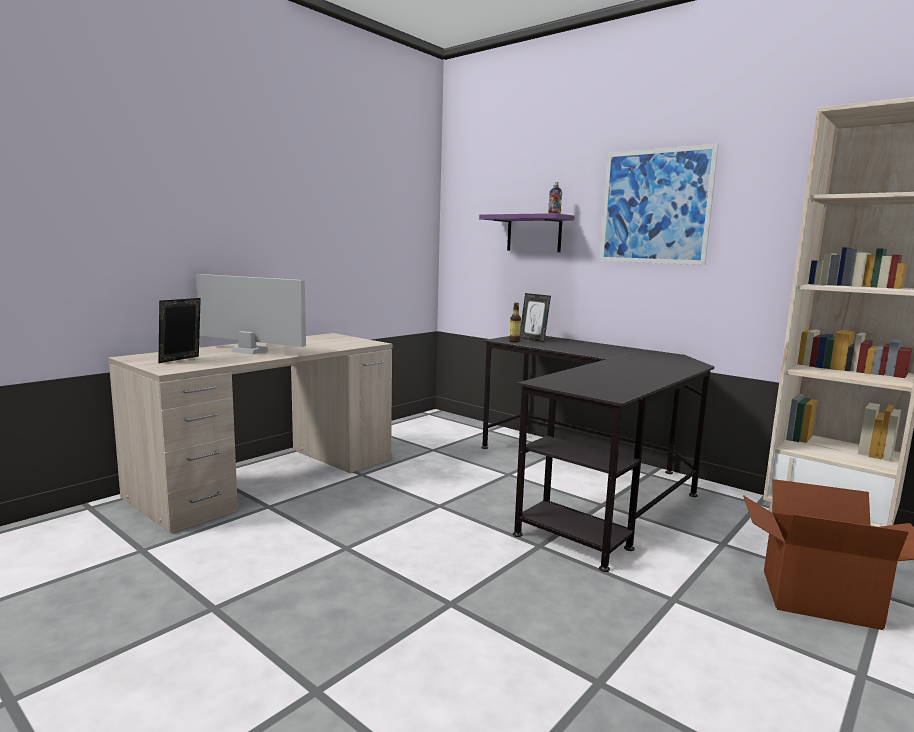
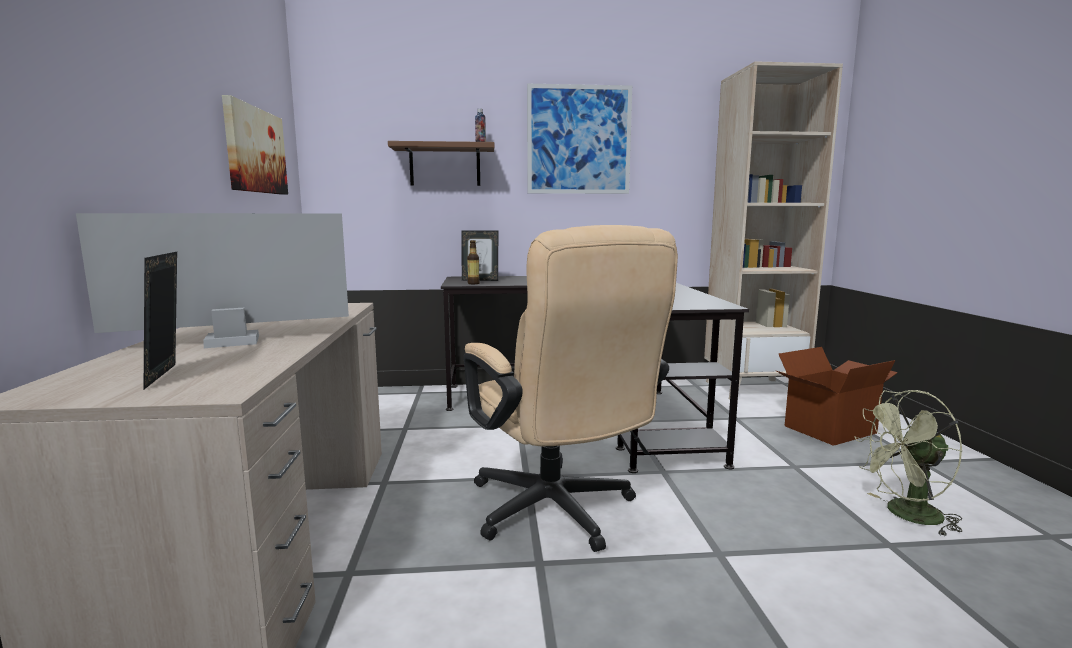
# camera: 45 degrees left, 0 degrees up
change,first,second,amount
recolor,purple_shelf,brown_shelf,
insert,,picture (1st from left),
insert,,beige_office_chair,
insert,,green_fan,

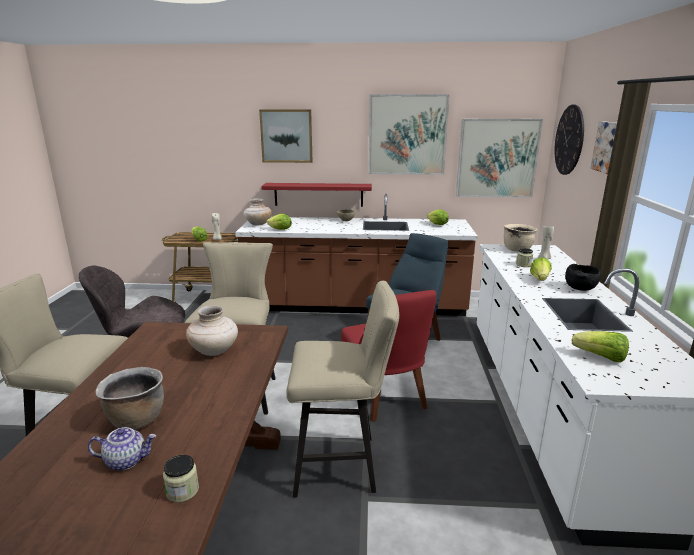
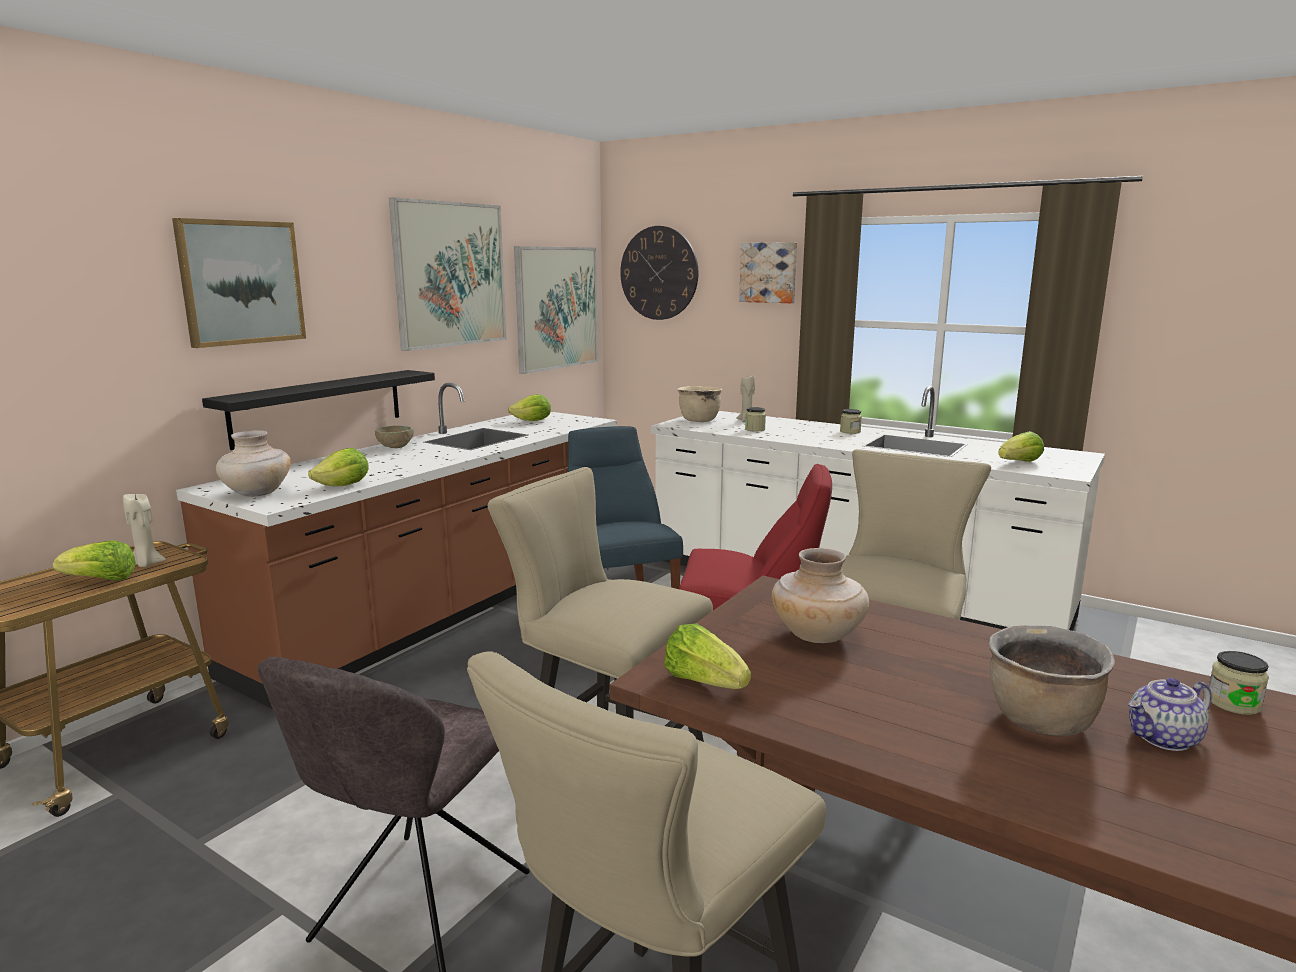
# camera: 60 degrees left, 5 degrees down
change,first,second,amount
recolor,red_shelf,black_shelf,
move,lettuce (4th from left),,
replace,black_bowl,jar (2nd from left),
rotate,teapot,,135 degrees counterclockwise

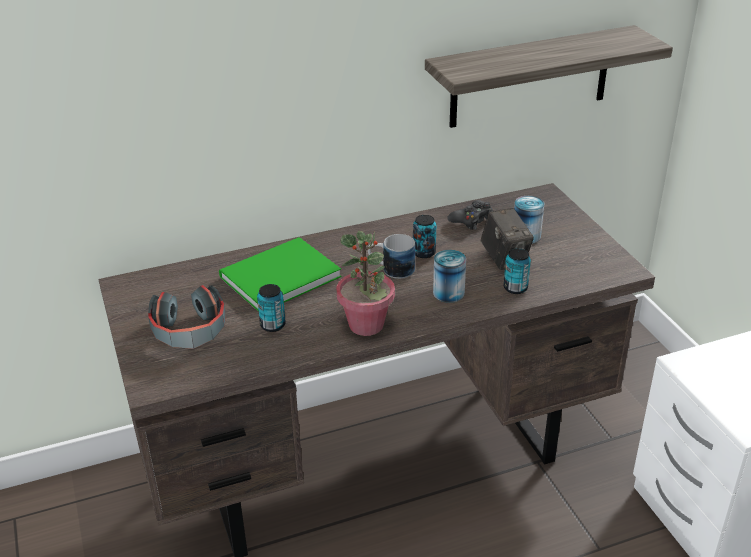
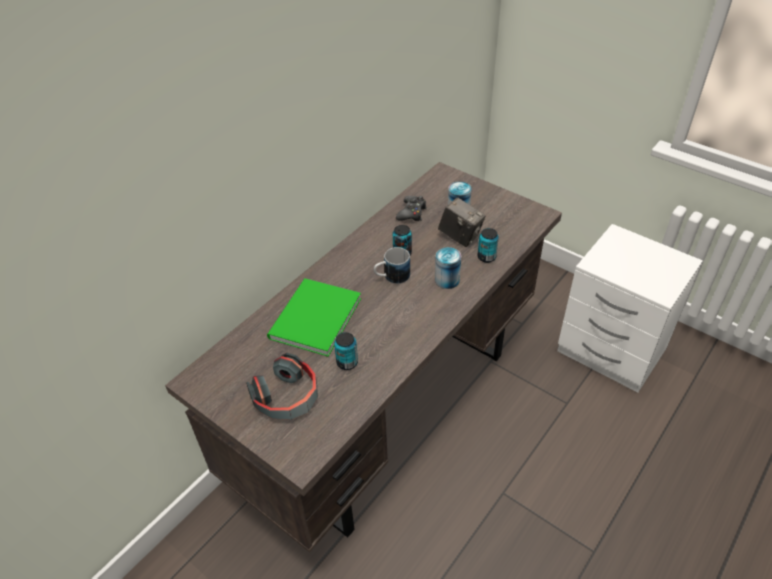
# camera: 30 degrees left, 10 degrees up
change,first,second,amount
delete,shelf,,
delete,potted_plant,,

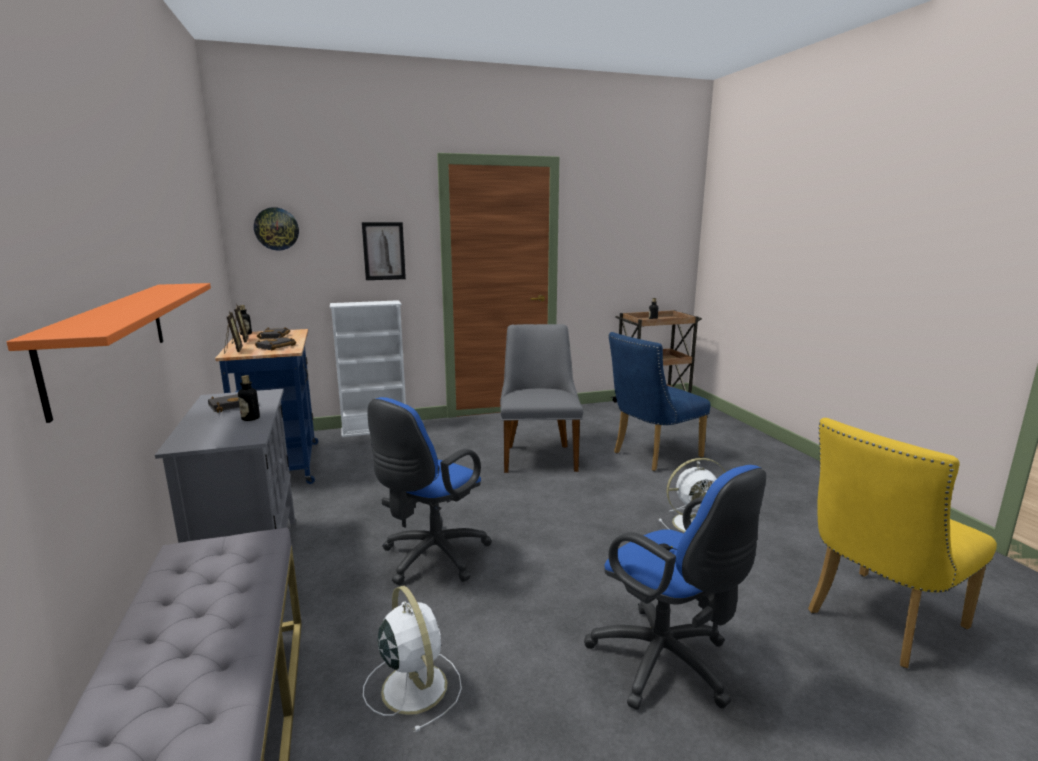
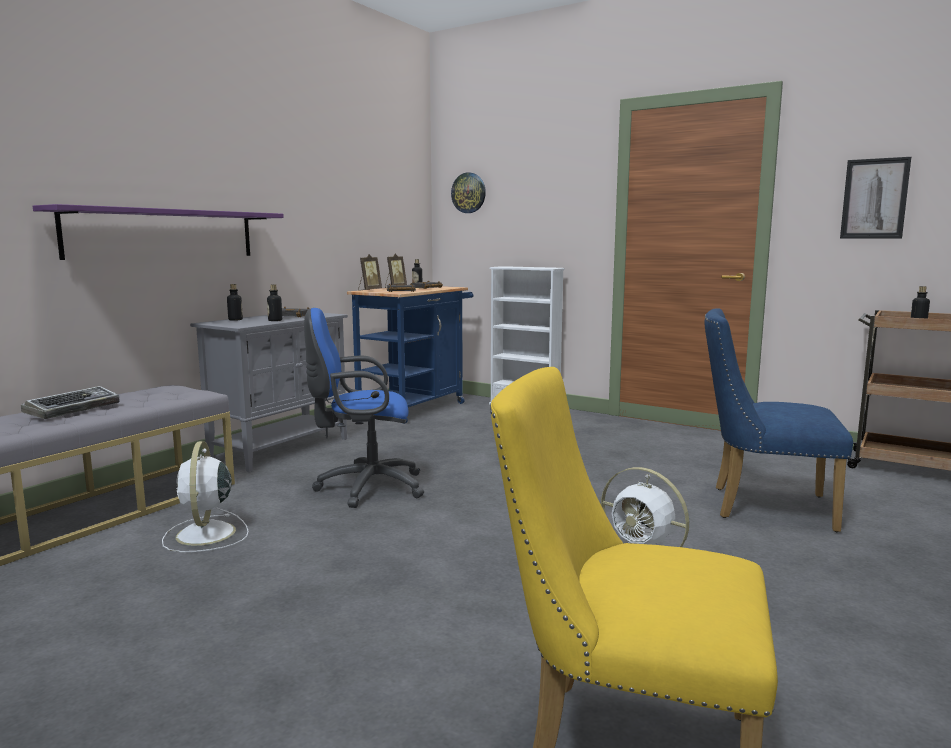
# camera: 50 degrees right, 5 degrees down
change,first,second,amount
move,picture,,
recolor,orange_shelf,purple_shelf,
delete,grey_chair,,
delete,blue_office_chair (2nd from left),,
rotate,white_fan (1st from left),,150 degrees clockwise
insert,,bottle (1st from left),
insert,,keyboard,

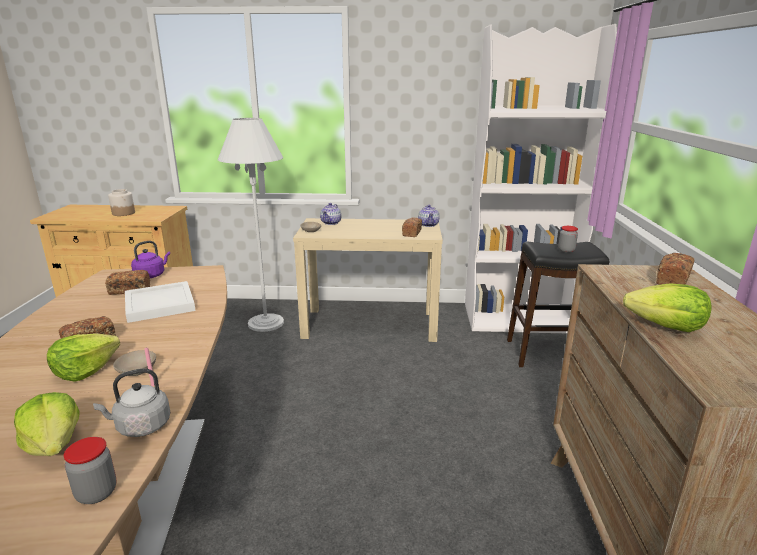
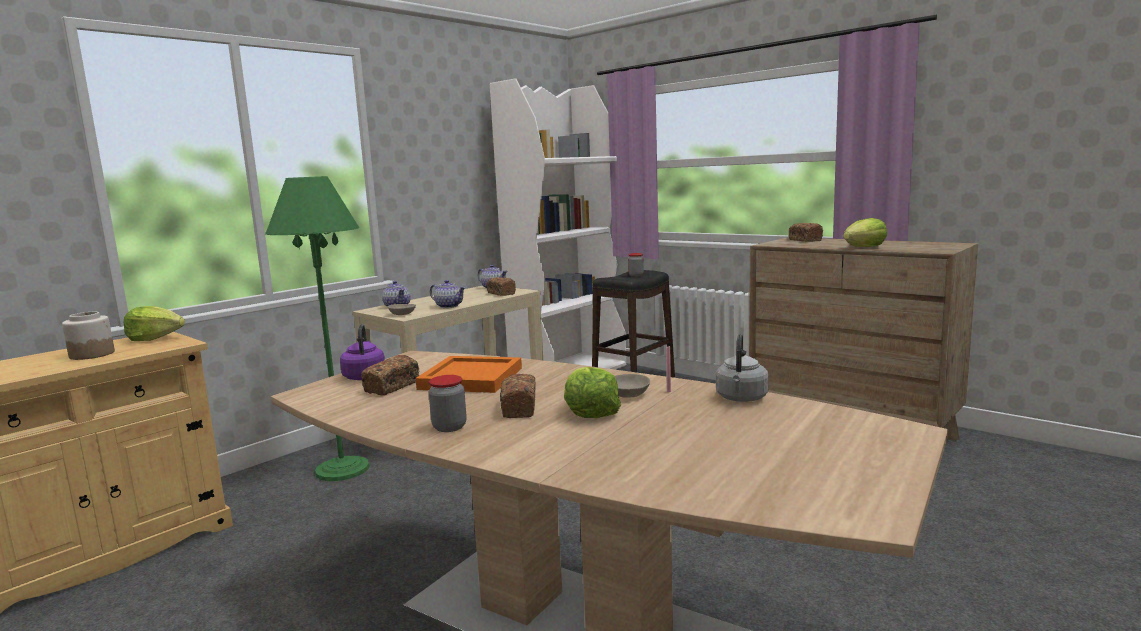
# camera: 50 degrees left, 10 degrees down
change,first,second,amount
recolor,white_floor_lamp,green_floor_lamp,
recolor,white_tray,orange_tray,
move,lettuce (1st from left),,
move,jar (1st from left in the first image),jar (2nd from left),
insert,,teapot (2nd from left),

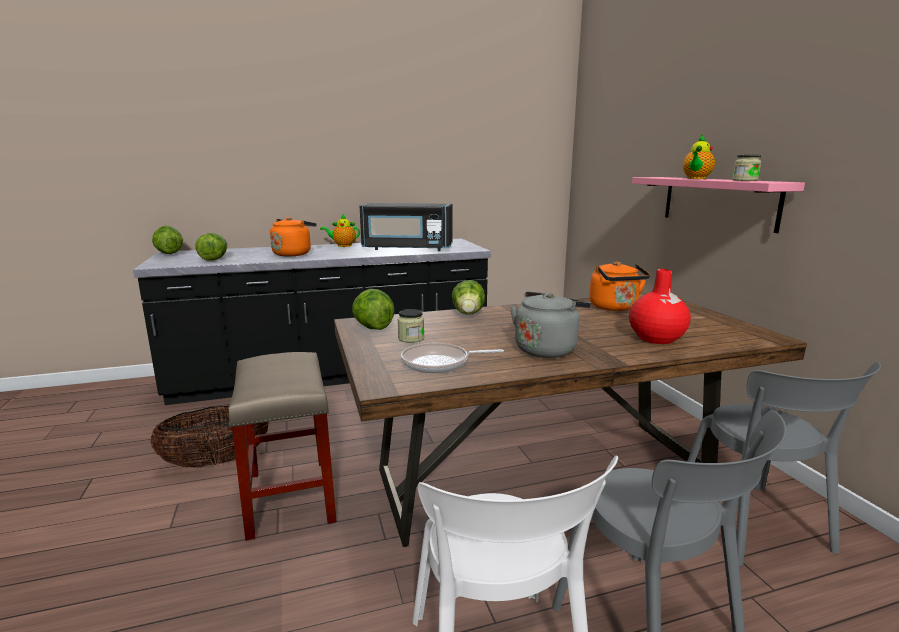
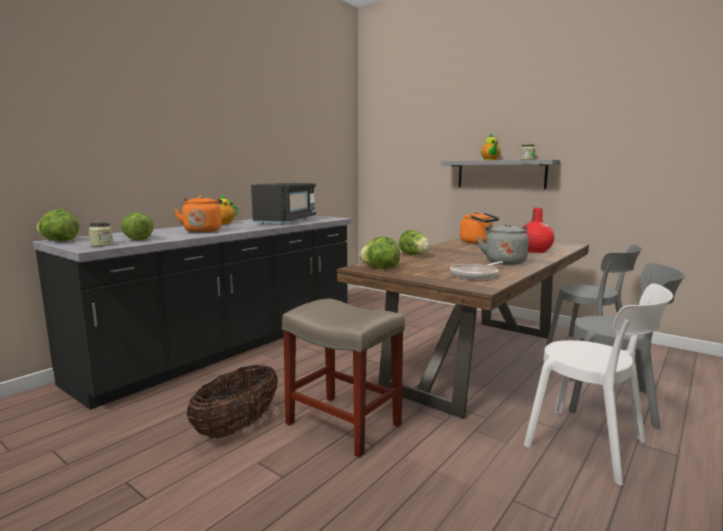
# camera: 35 degrees left, 5 degrees down
change,first,second,amount
recolor,pink_shelf,grey_shelf,
rotate,black_microwave,,45 degrees counterclockwise
move,jar (1st from left),,

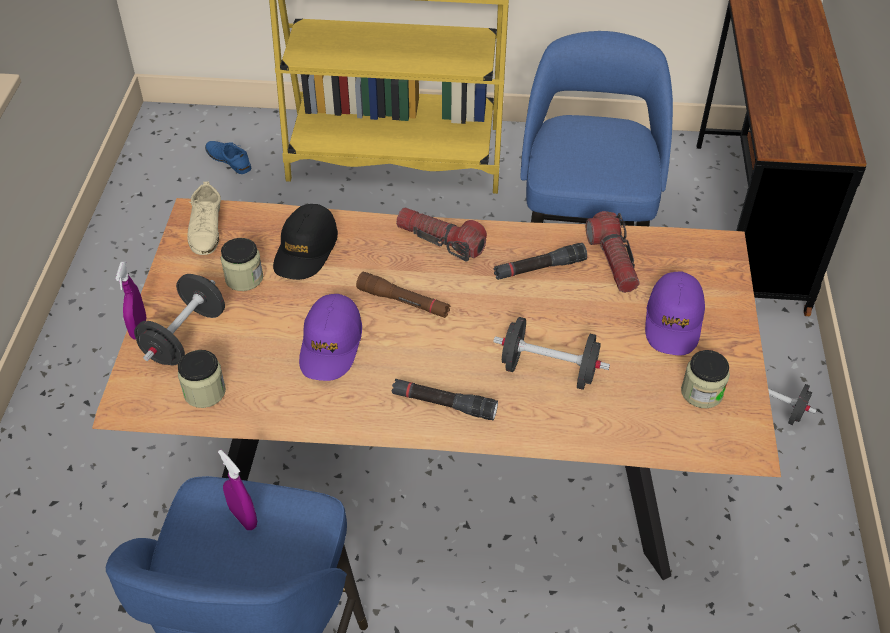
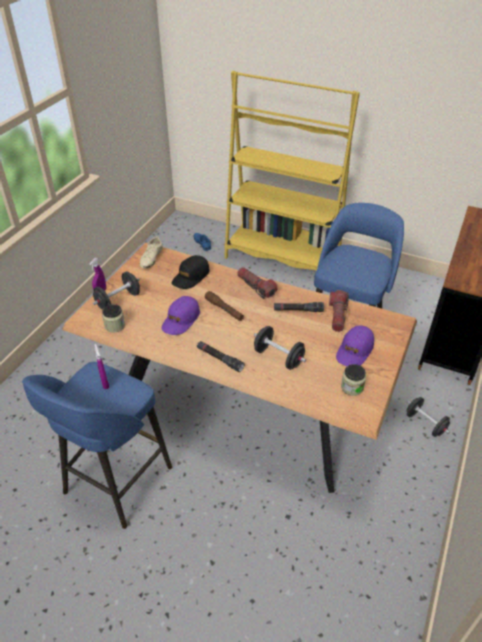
# camera: 20 degrees right, 5 degrees down
change,first,second,amount
delete,jar (2nd from left),,

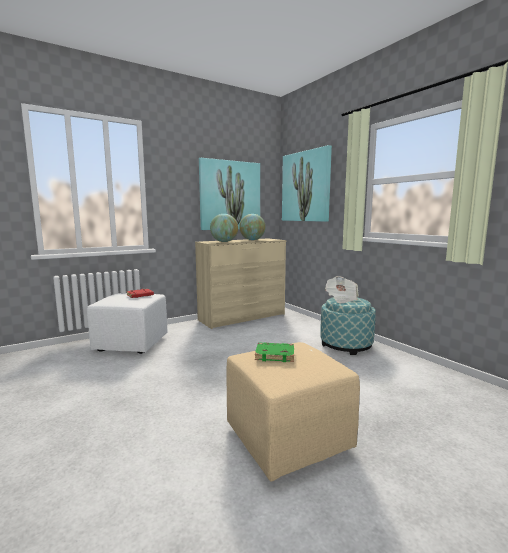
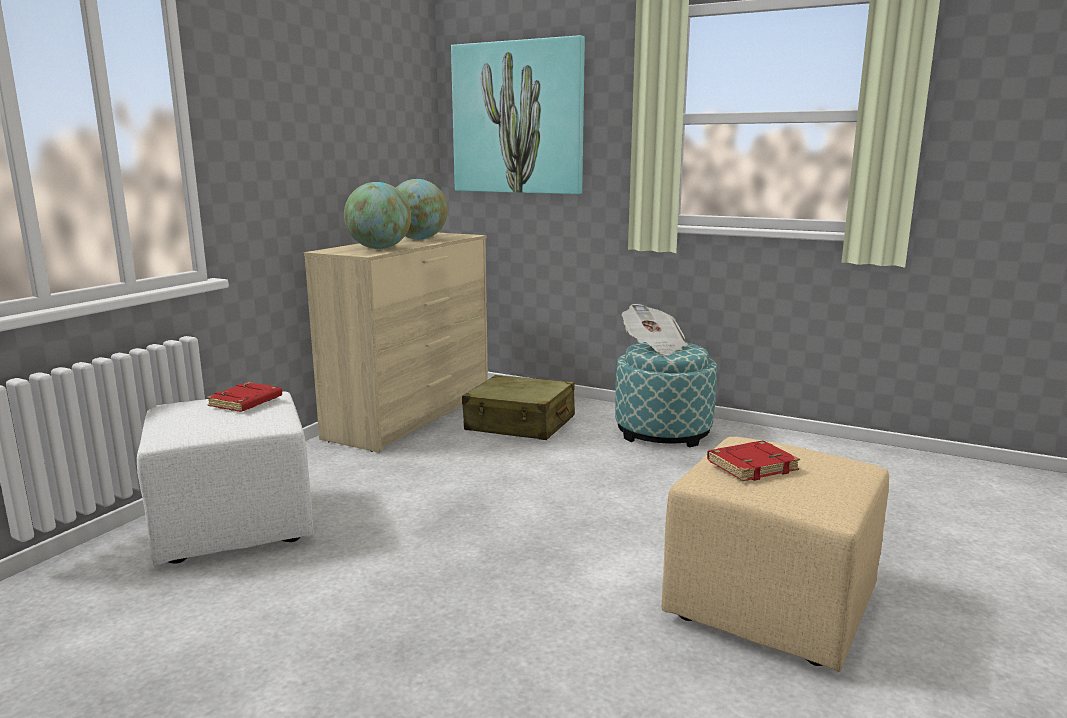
# camera: 30 degrees left, 5 degrees up
change,first,second,amount
delete,picture (1st from left),,
recolor,green_book,red_book (2nd from left),
insert,,beige_suitcase,

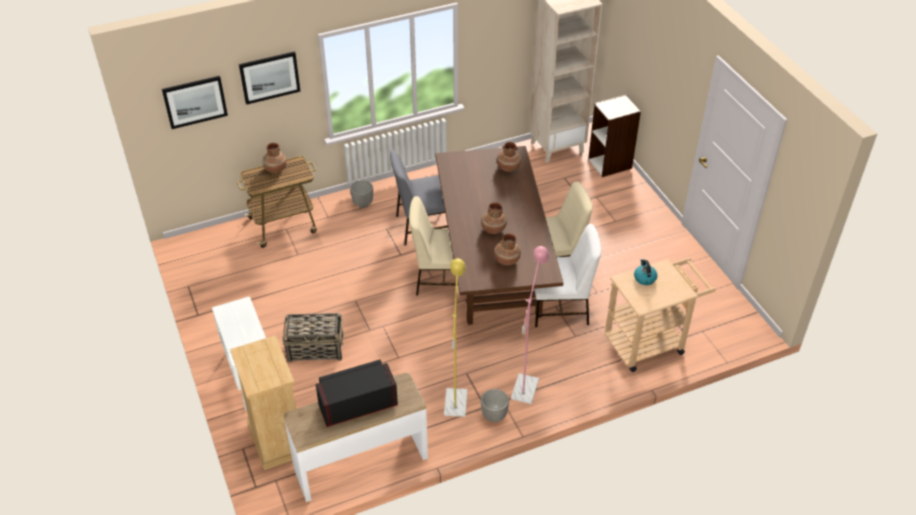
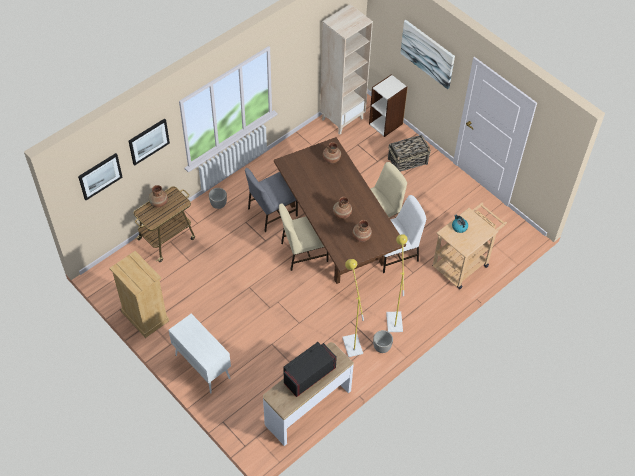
# camera: 20 degrees left, 10 degrees up
change,first,second,amount
recolor,pink_floor_lamp,yellow_floor_lamp (2nd from left),
move,basket,,
move,beige_dresser,,
insert,,picture (3rd from left),

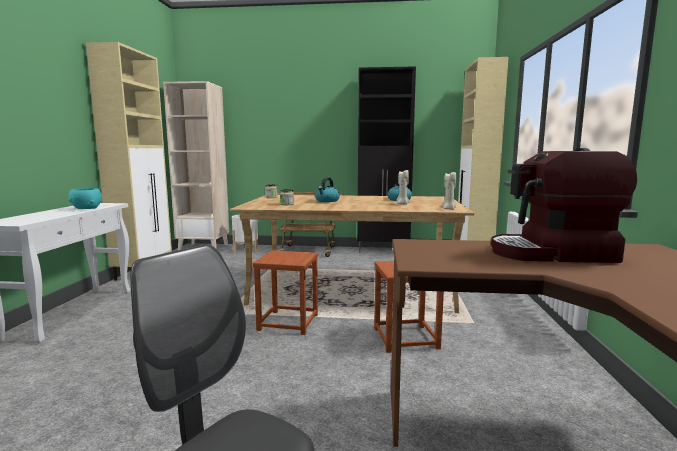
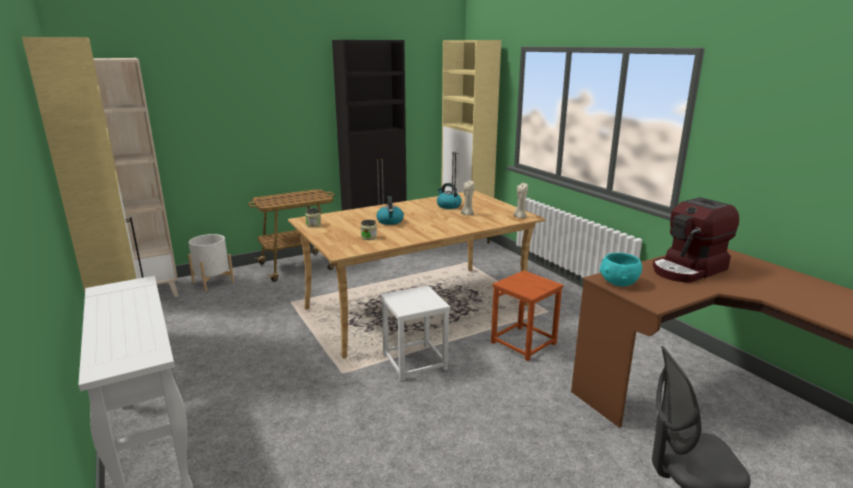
# camera: 35 degrees left, 10 degrees up
change,first,second,amount
move,turquoise_bowl,,
recolor,brown_stool (1st from left),white_stool,

